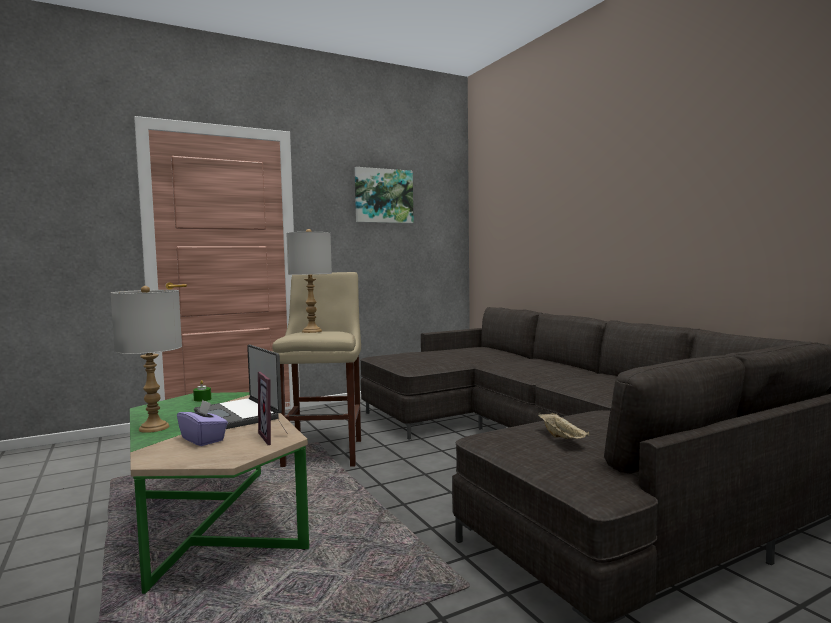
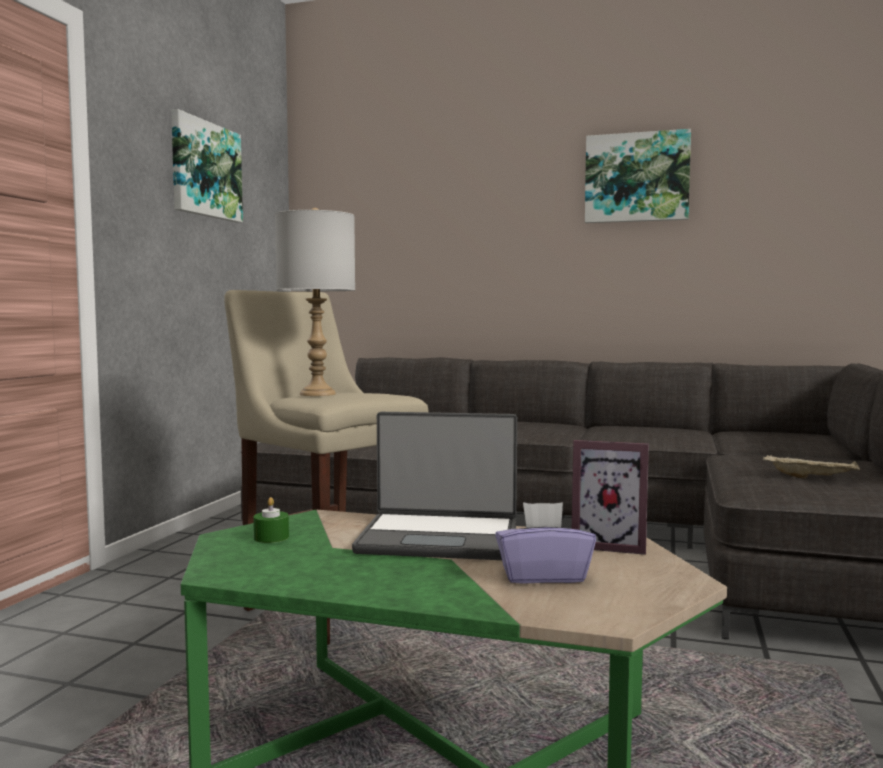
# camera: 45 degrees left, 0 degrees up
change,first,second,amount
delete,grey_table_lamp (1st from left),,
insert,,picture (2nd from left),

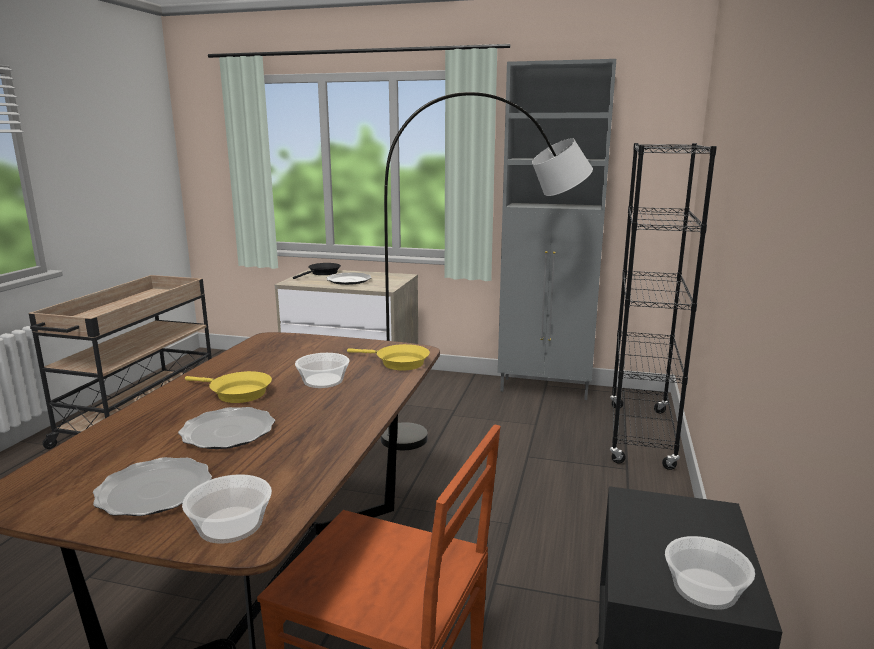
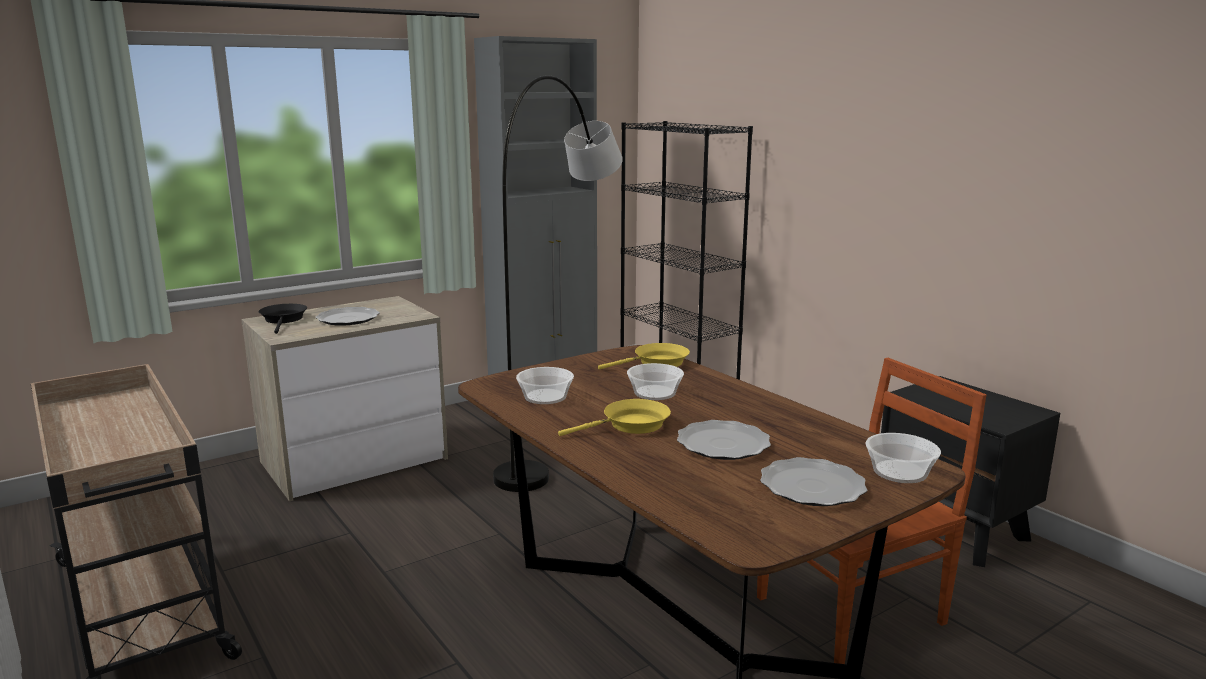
# camera: 50 degrees left, 0 degrees up
change,first,second,amount
move,bowl (3rd from left in the first image),bowl (1st from left),

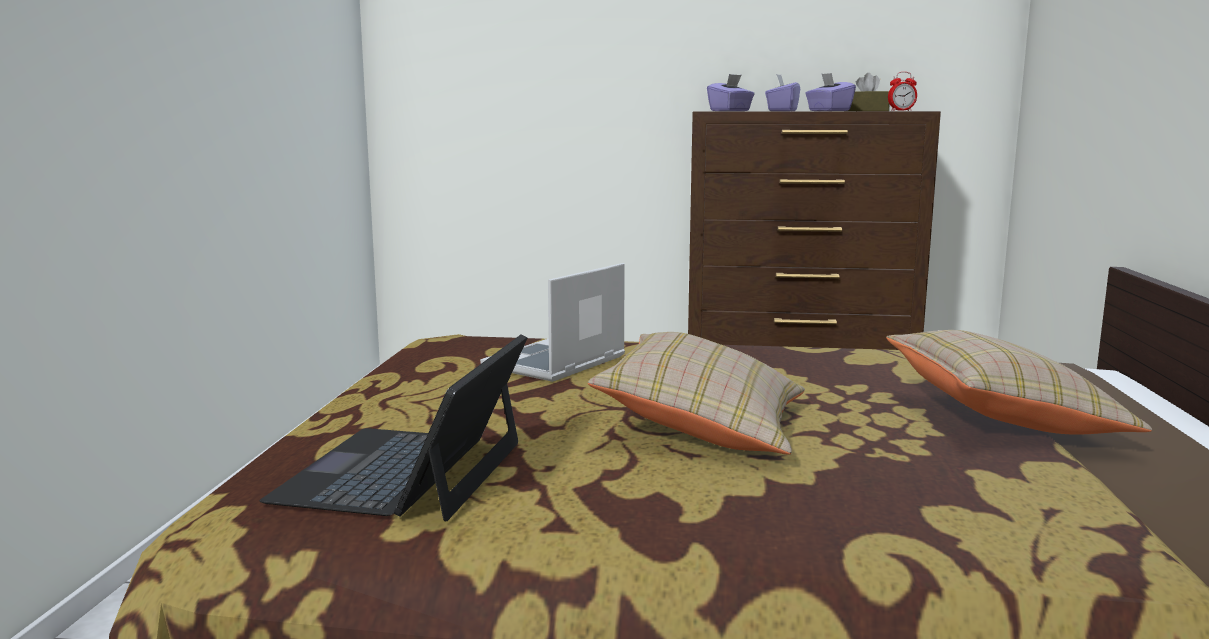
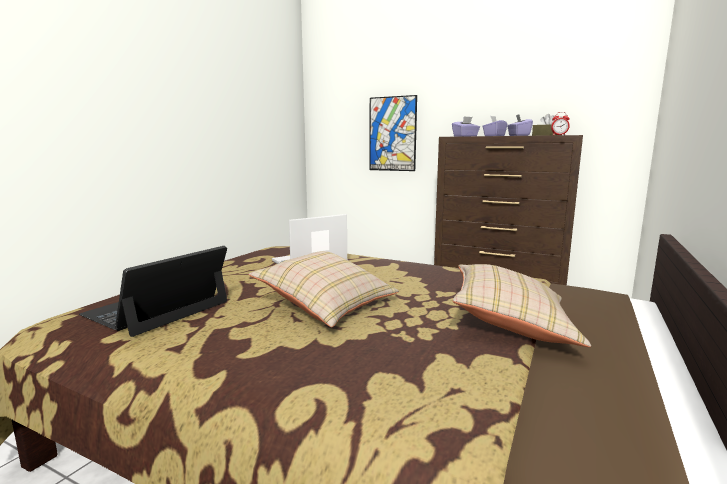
# camera: 20 degrees right, 0 degrees up
change,first,second,amount
insert,,picture,

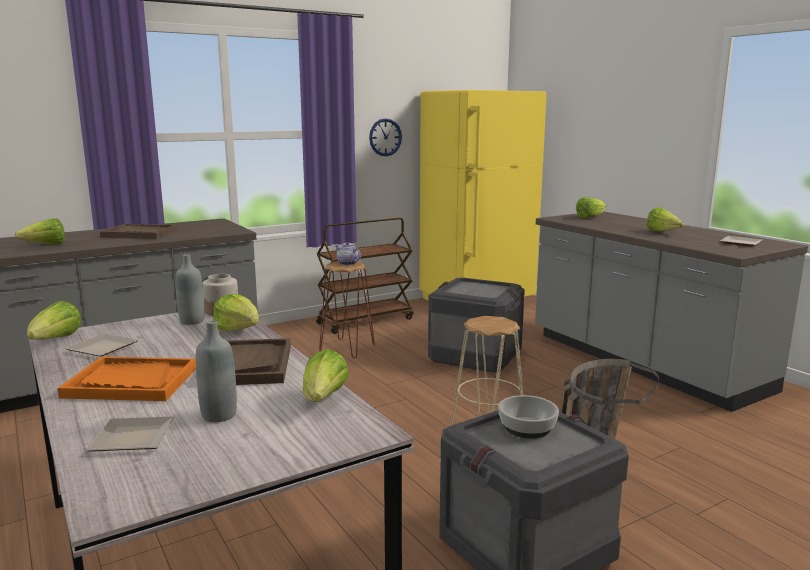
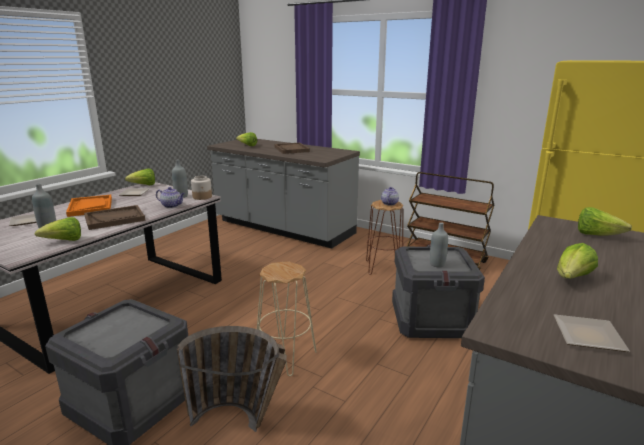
# camera: 65 degrees right, 5 degrees up
change,first,second,amount
delete,wall_clock,,
replace,lettuce (3rd from left),teapot (1st from left),
delete,bowl,,
insert,,grey_bottle (3rd from left),

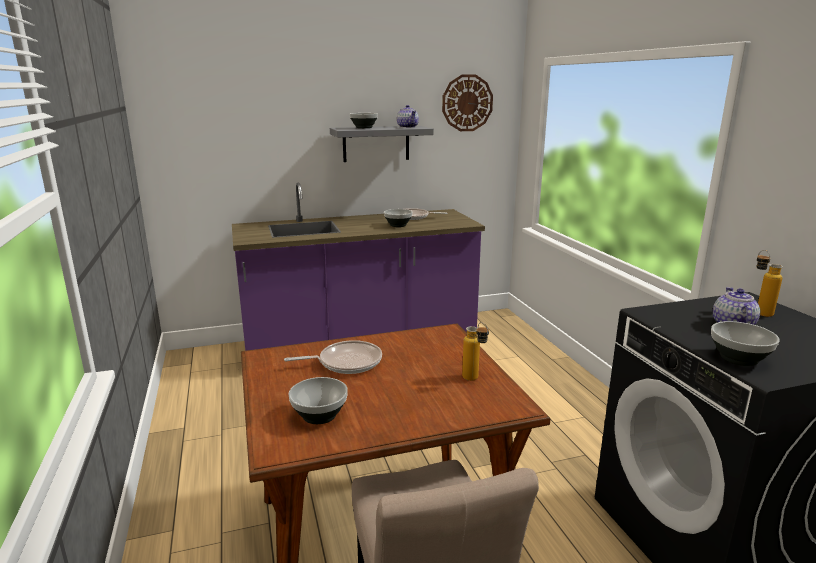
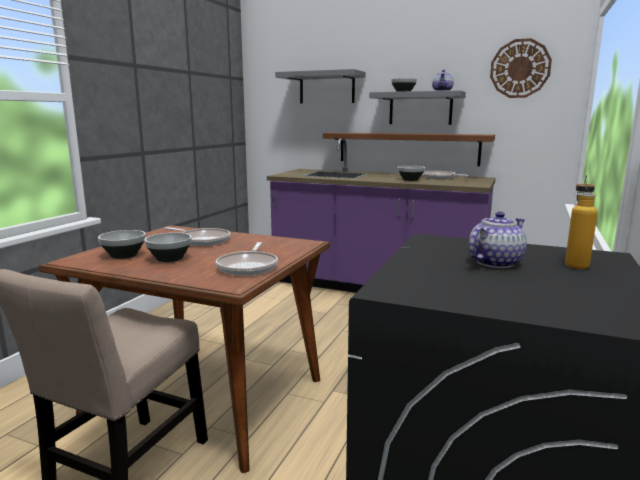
# camera: 40 degrees right, 5 degrees down
change,first,second,amount
move,bowl (4th from left in the first image),bowl (2nd from left),
replace,bottle (1st from left),frying_pan (2nd from left),
insert,,grey_shelf (1st from left),
insert,,brown_shelf,

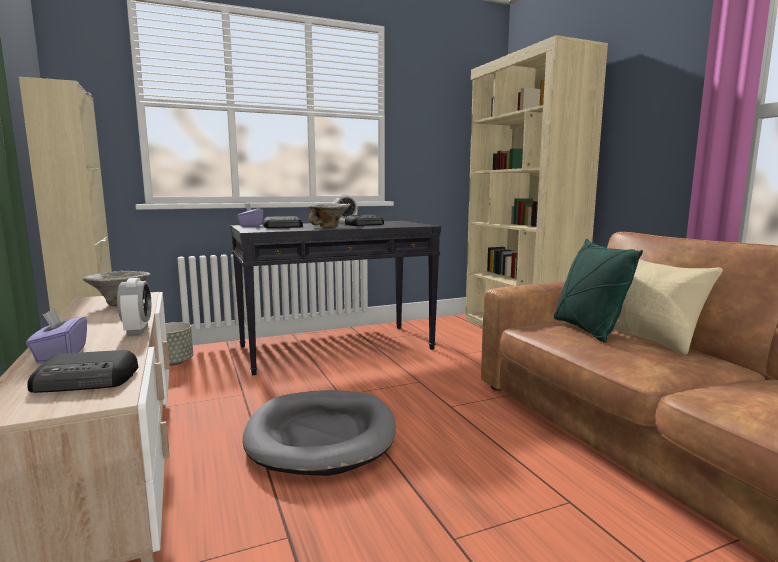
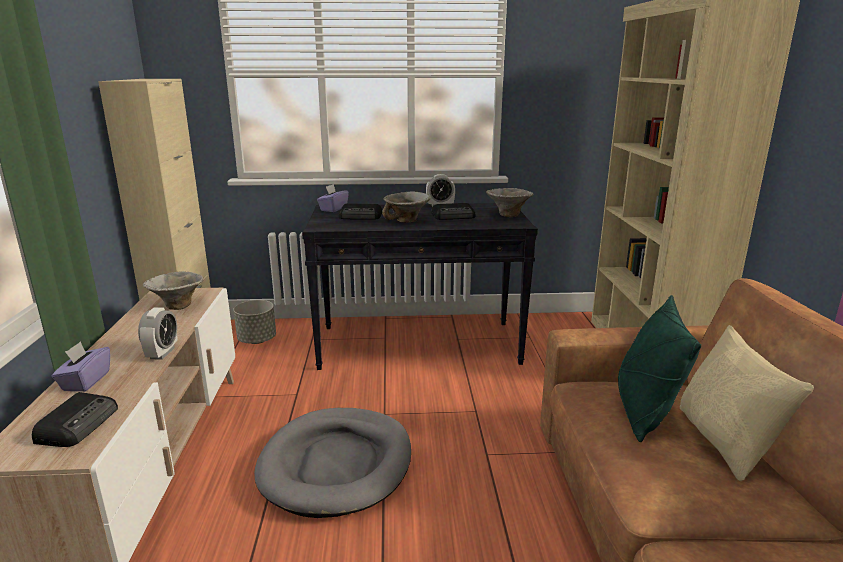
# camera: 20 degrees right, 10 degrees up
change,first,second,amount
rotate,radio (1st from left),,90 degrees counterclockwise
insert,,bowl (3rd from left),

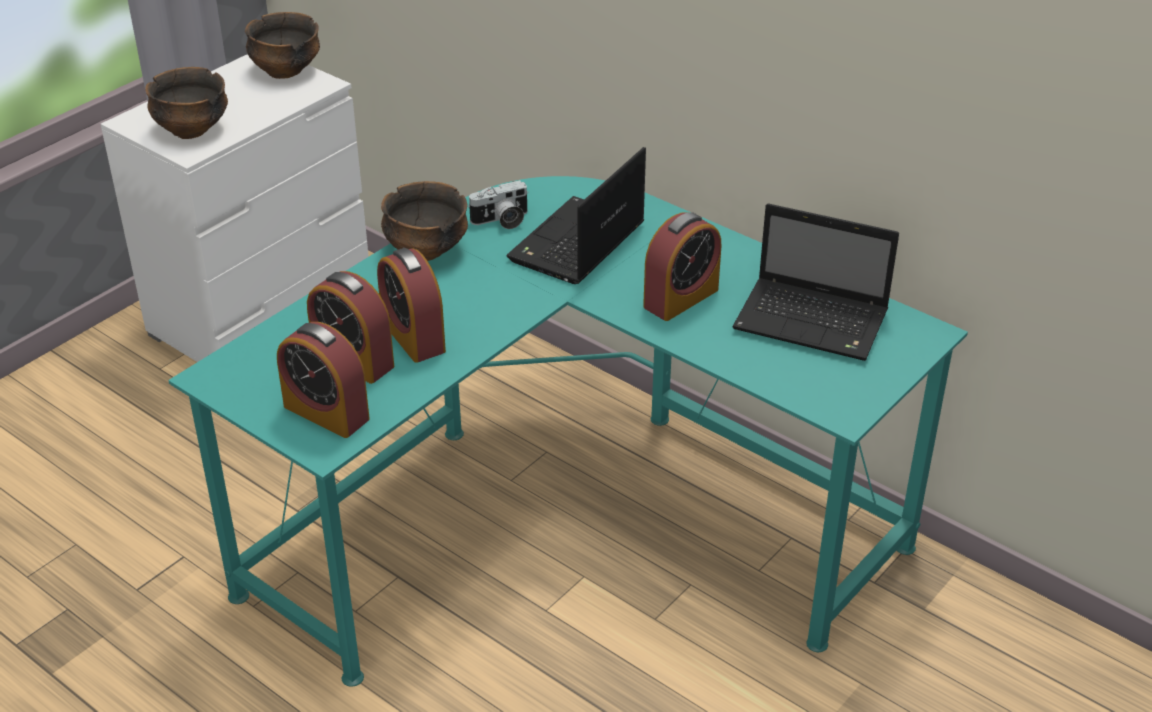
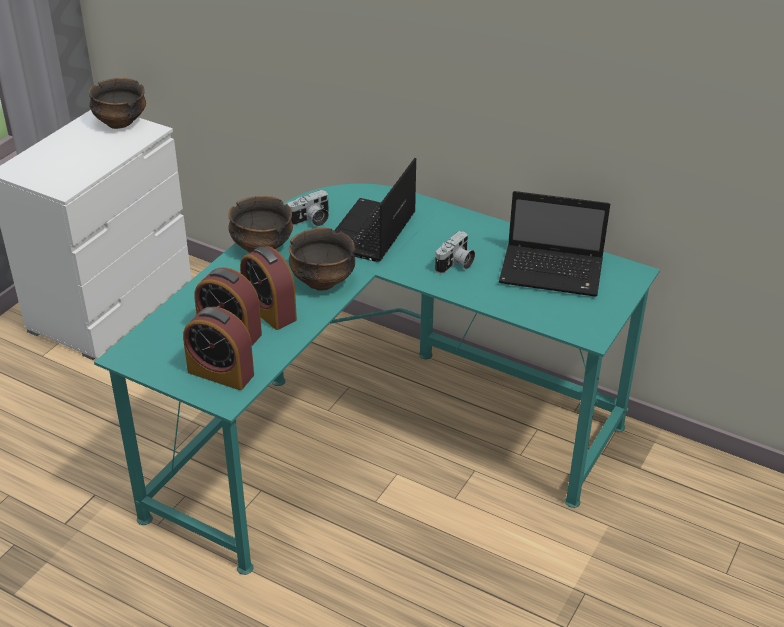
# camera: 10 degrees left, 0 degrees up
change,first,second,amount
move,bowl (1st from left in the first image),bowl (3rd from left),
replace,alarm_clock (4th from left),photo_camera (2nd from left),

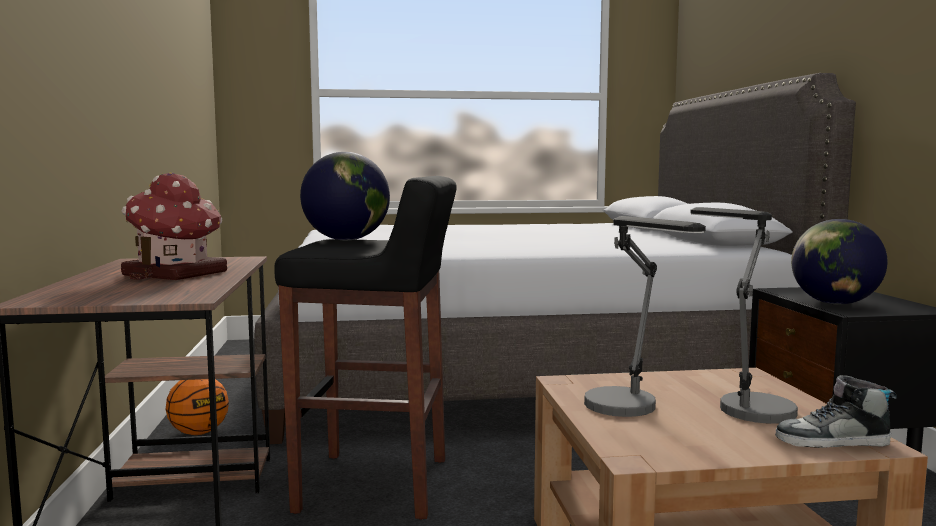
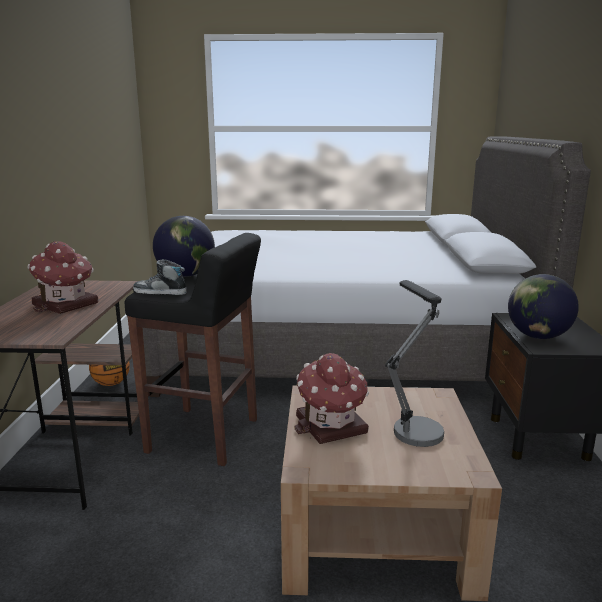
# camera: 10 degrees right, 10 degrees up
change,first,second,amount
replace,table_lamp (1st from left),toy_house (2nd from left),
move,shoe,,

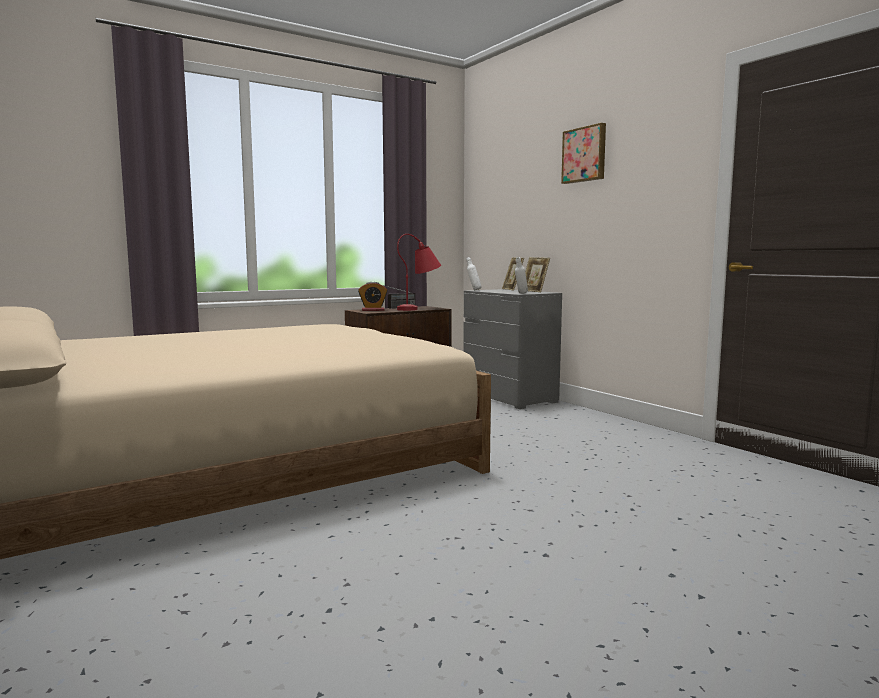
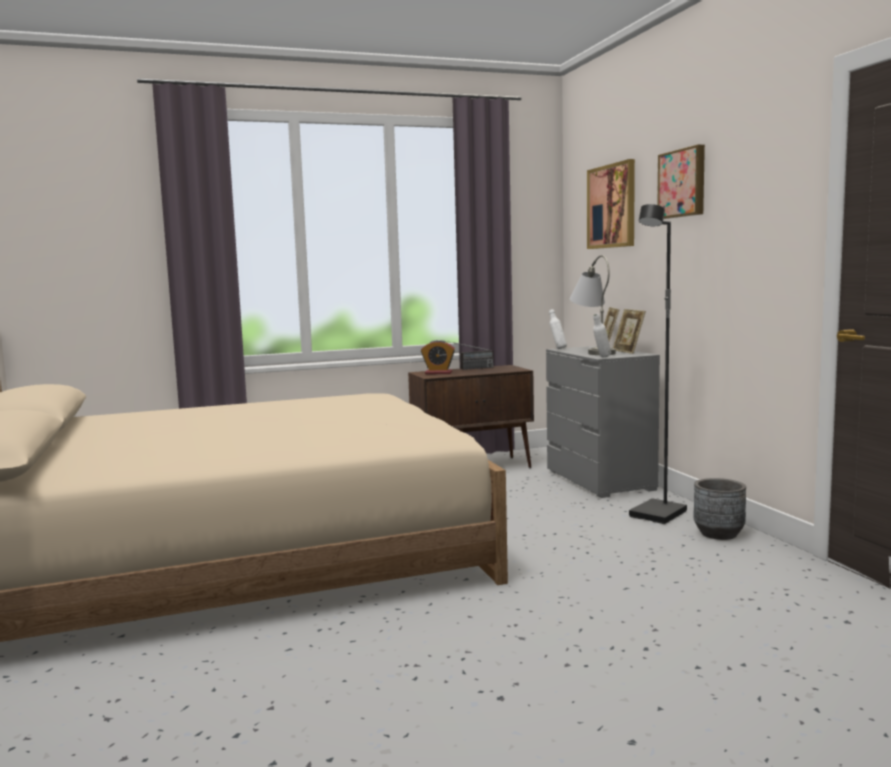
# camera: 15 degrees right, 0 degrees up
change,first,second,amount
delete,red_table_lamp,,
insert,,picture (1st from left),
insert,,black_floor_lamp,
insert,,grey_table_lamp,
insert,,grey_planter,

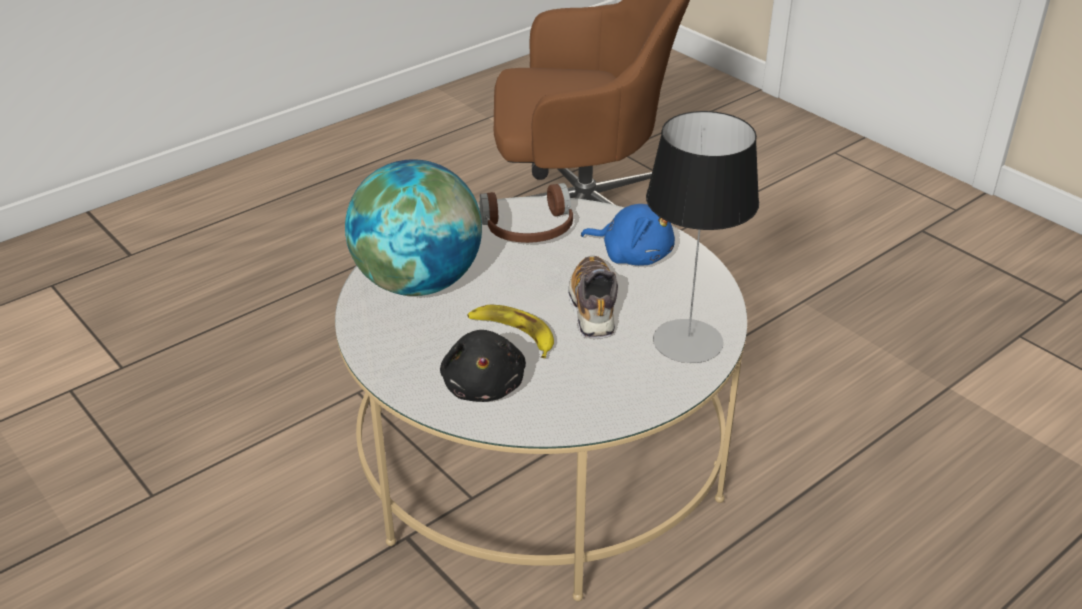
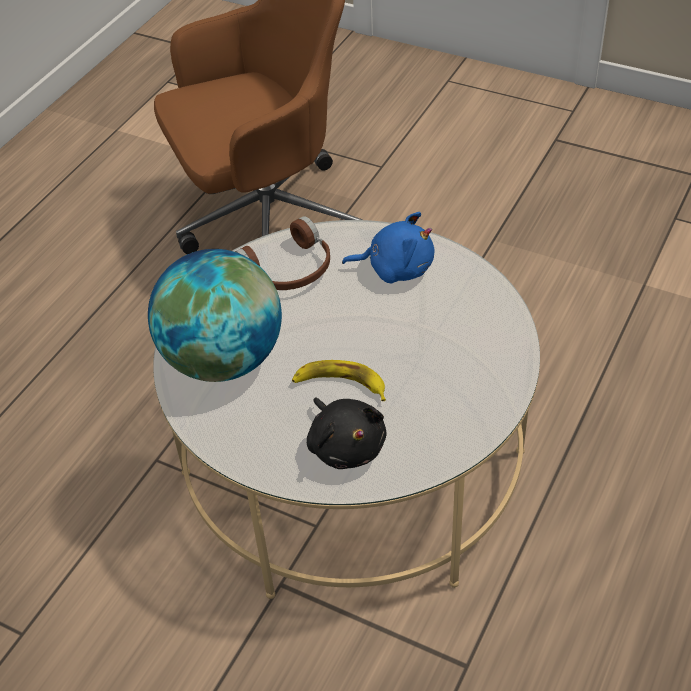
# camera: 20 degrees left, 10 degrees up
change,first,second,amount
delete,table_lamp,,
delete,shoe,,

